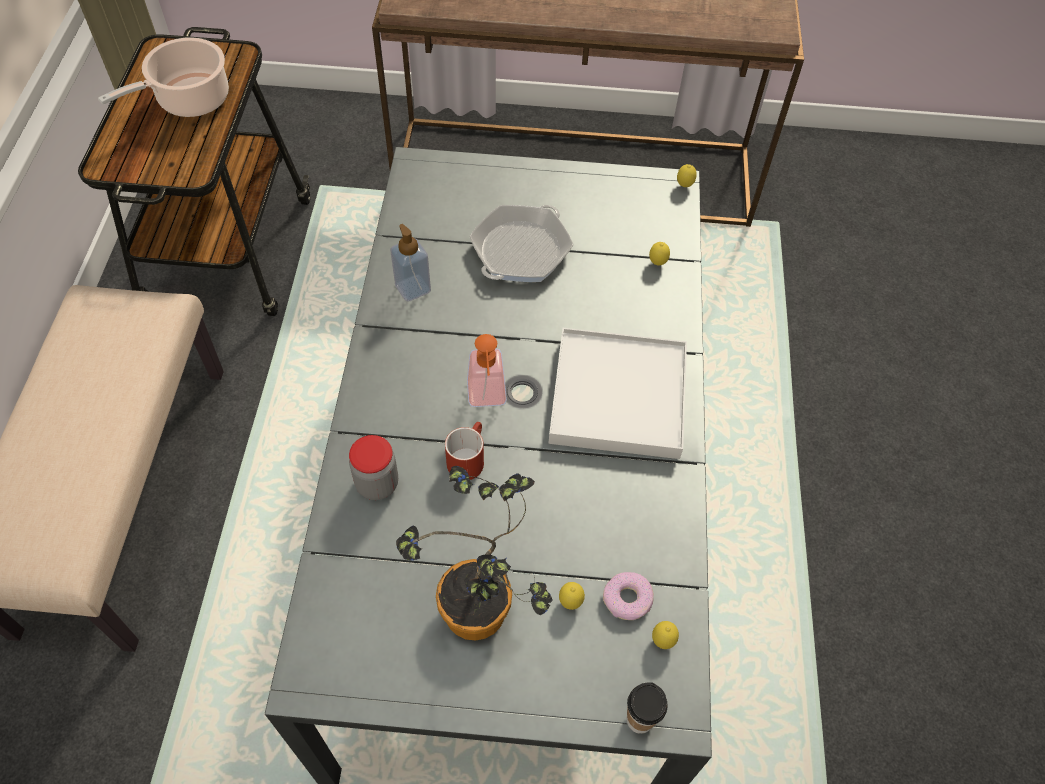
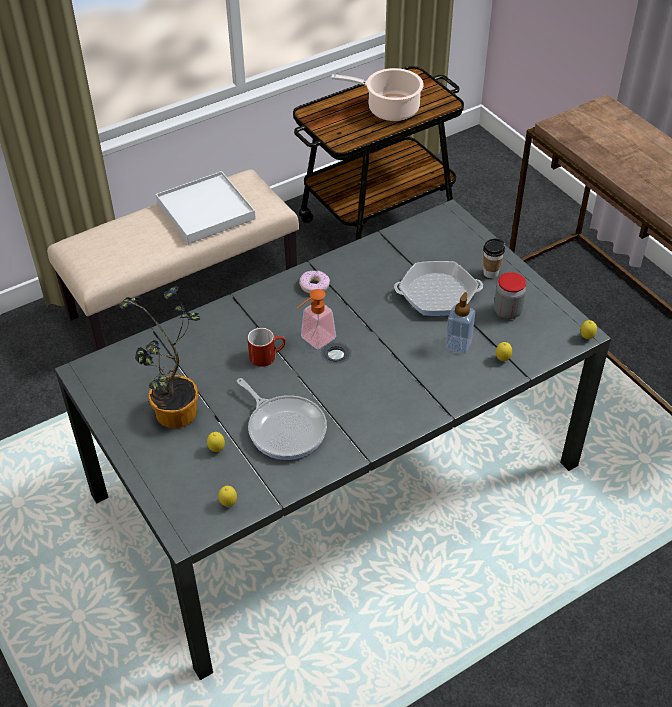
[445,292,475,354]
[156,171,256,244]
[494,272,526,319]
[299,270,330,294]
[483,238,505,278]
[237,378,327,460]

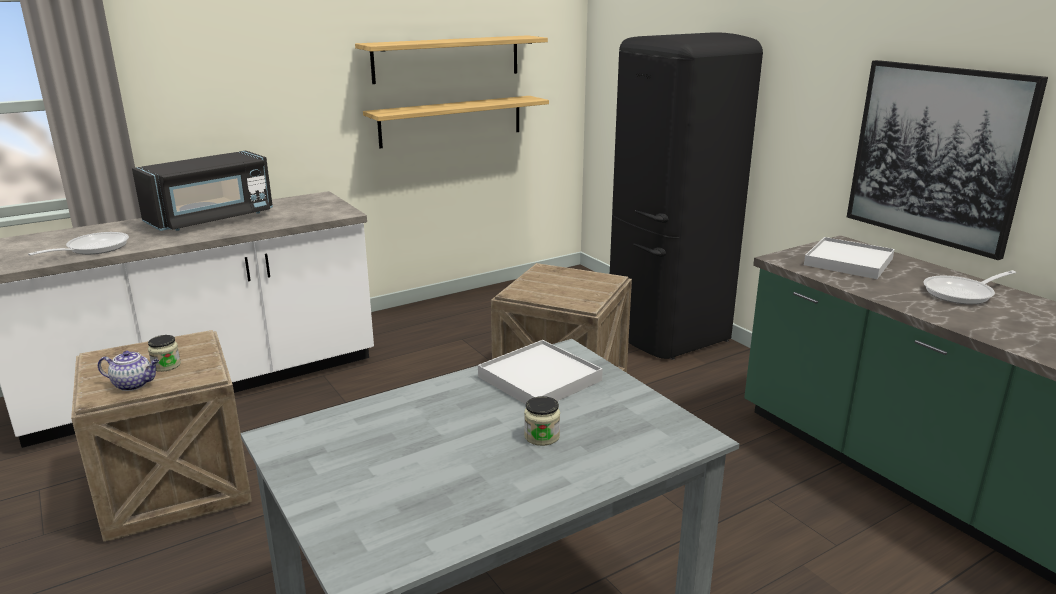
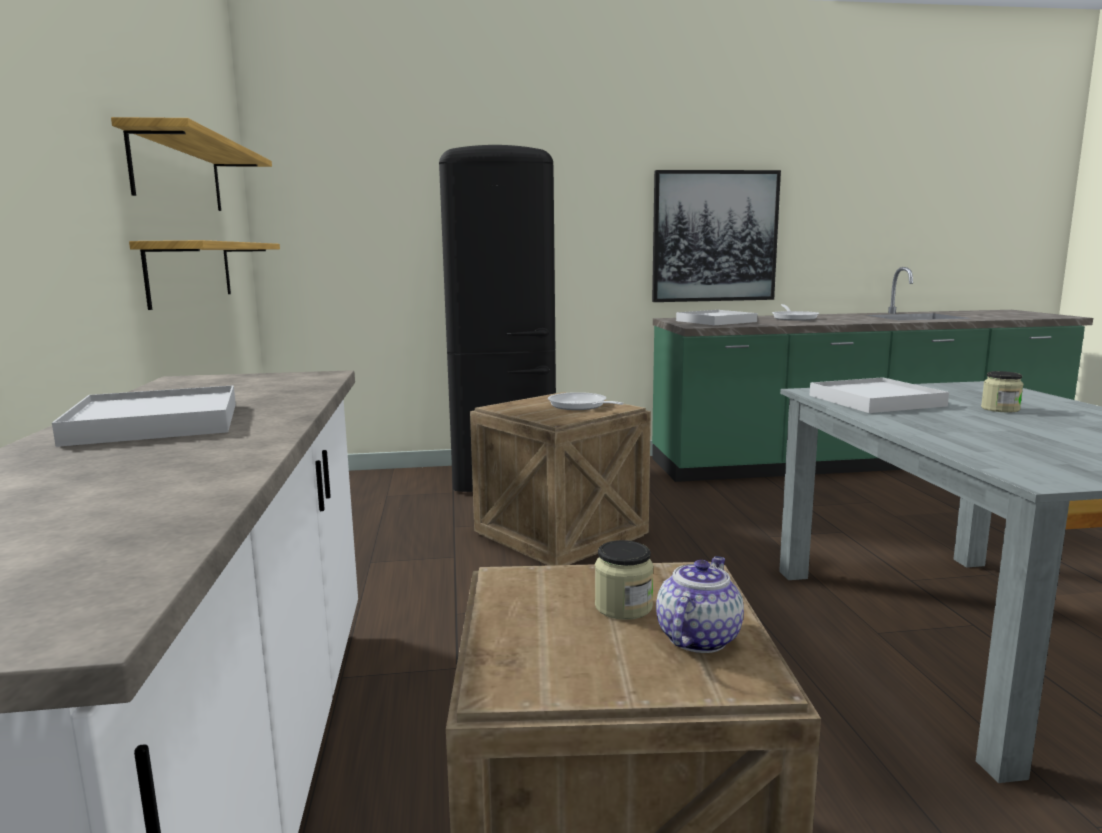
[52,385,236,447]
[548,392,624,410]

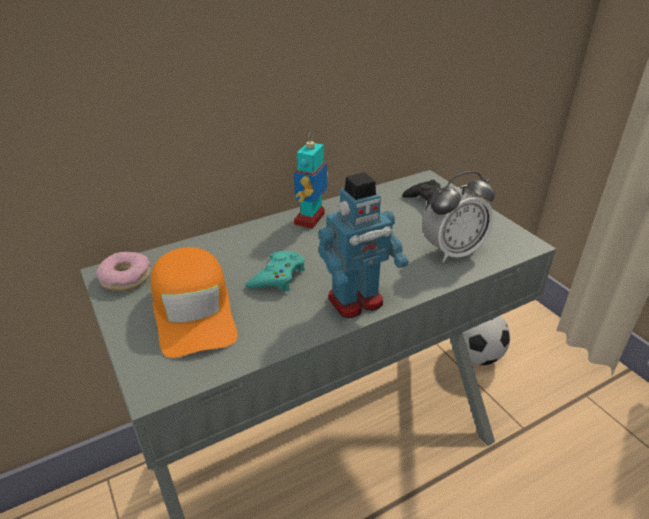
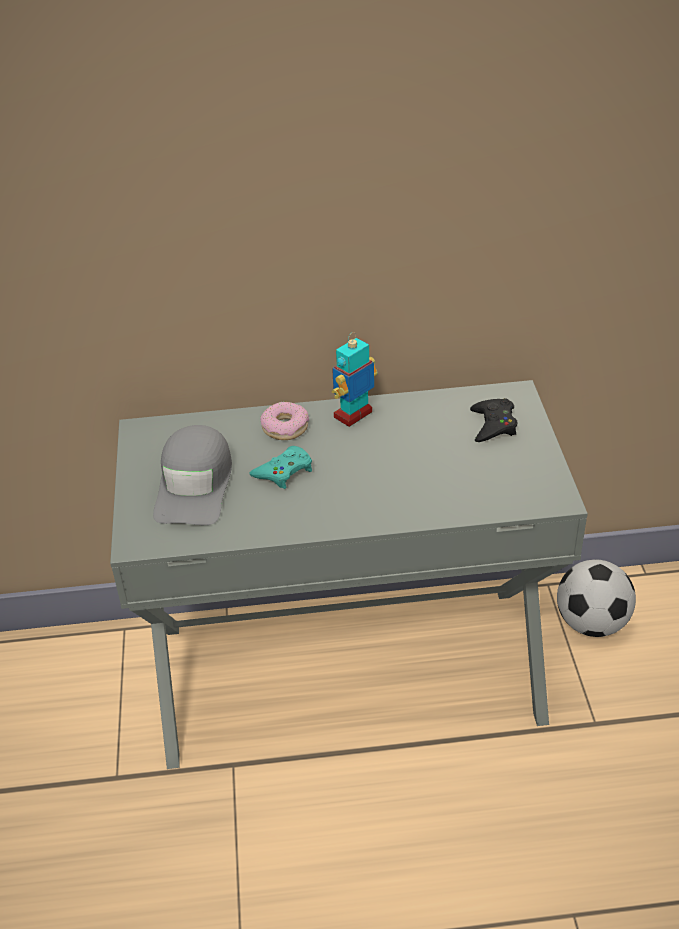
[422,171,495,262] (first image)
[318,172,409,318] (first image)
[153,425,232,525]
[261,402,309,440]

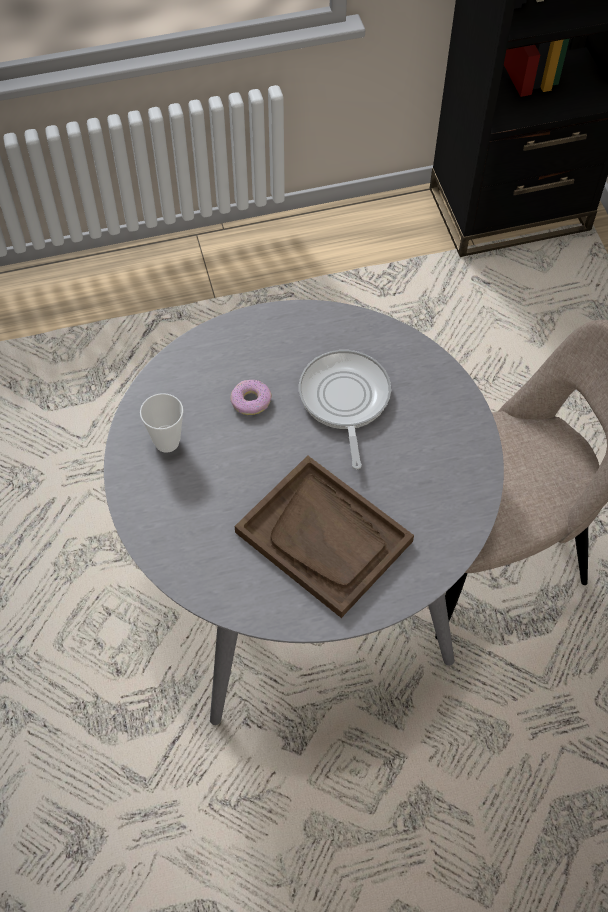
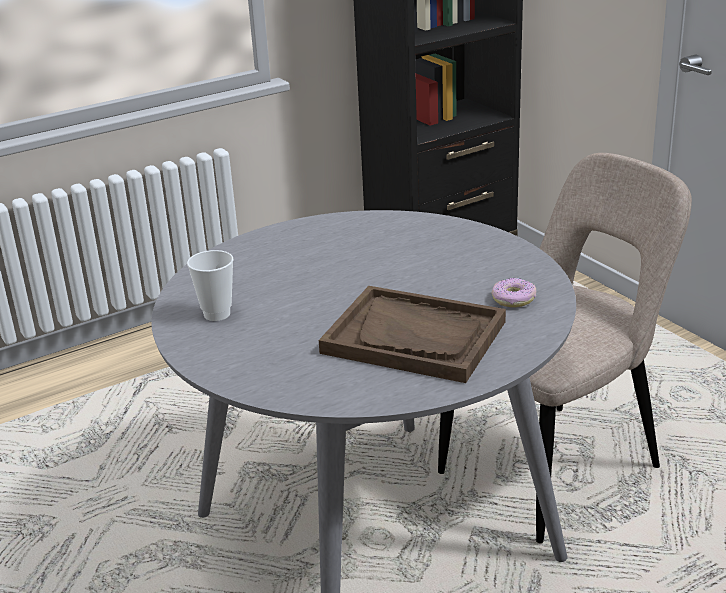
[299,350,391,469] (first image)
[491,278,536,308]

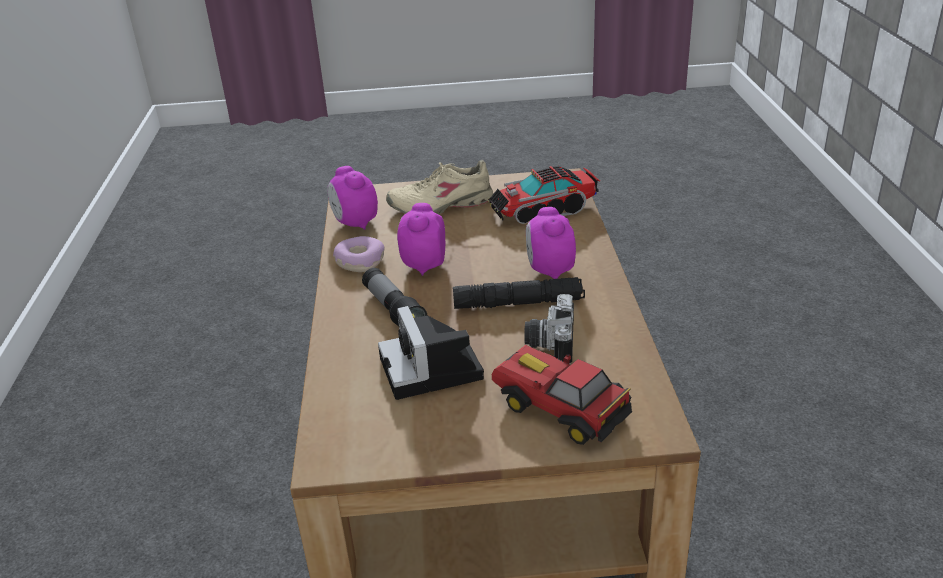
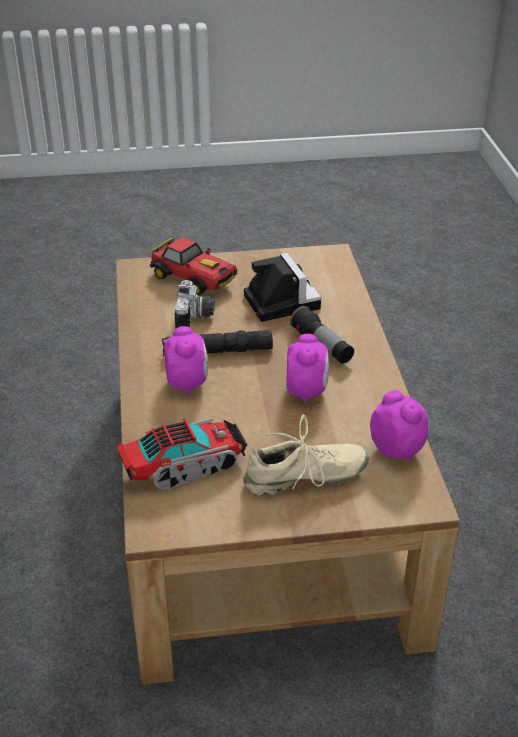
[333,236,384,272] (first image)

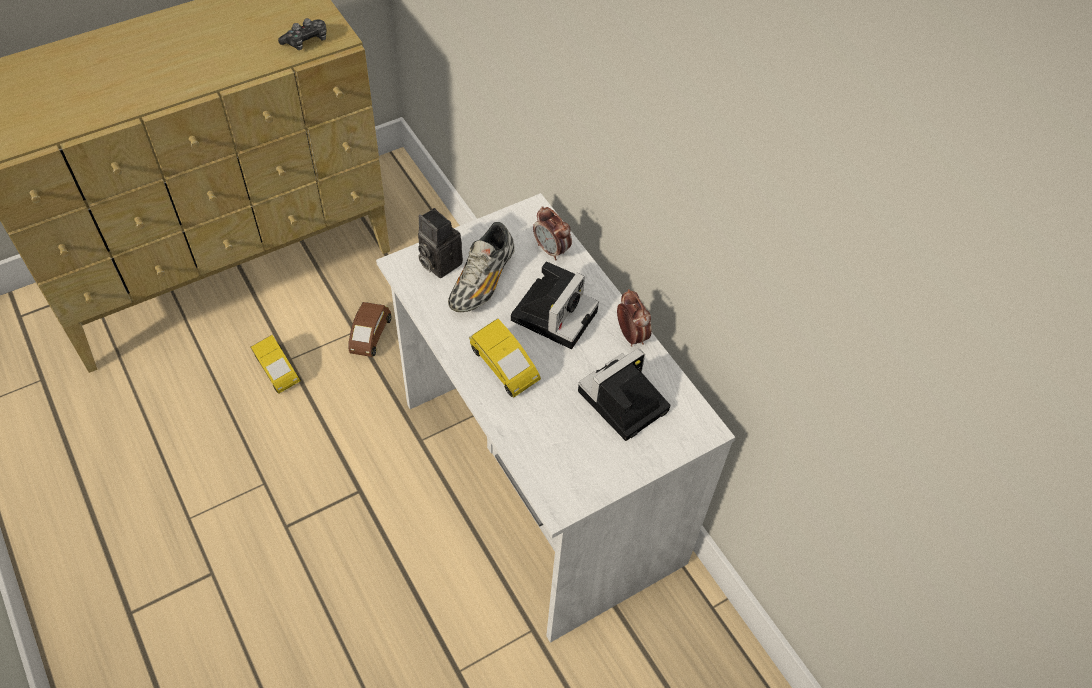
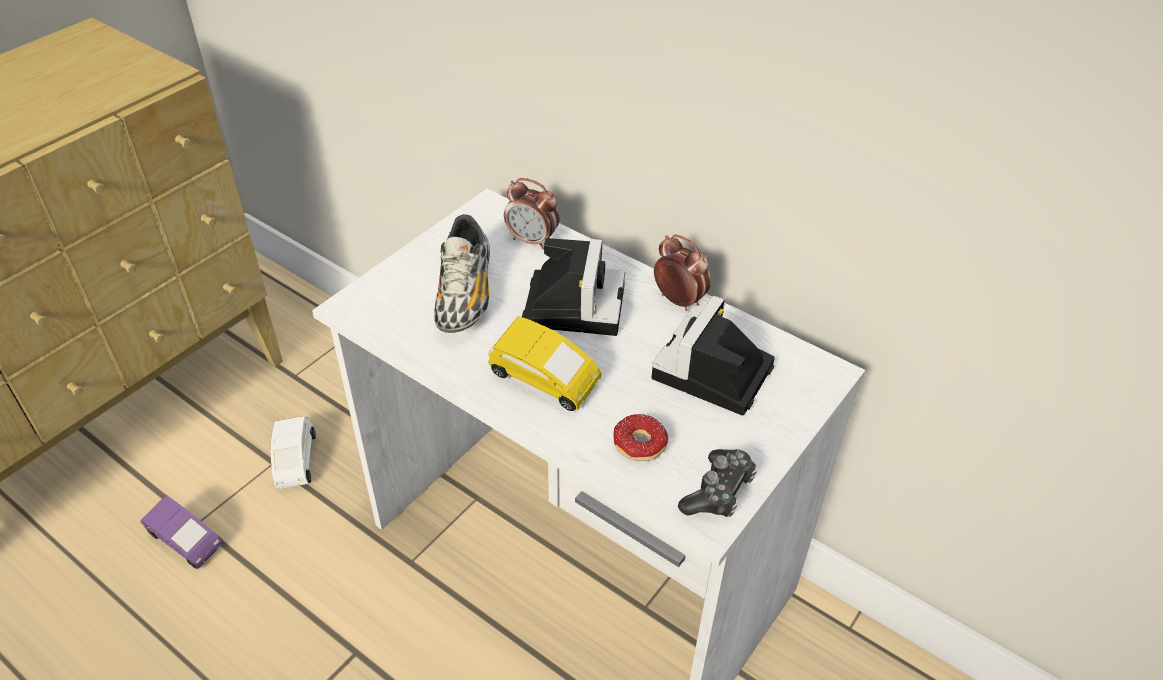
[678,449,757,517]
[418,208,463,278] (first image)
[270,416,316,489]
[140,495,224,569]
[613,414,668,461]

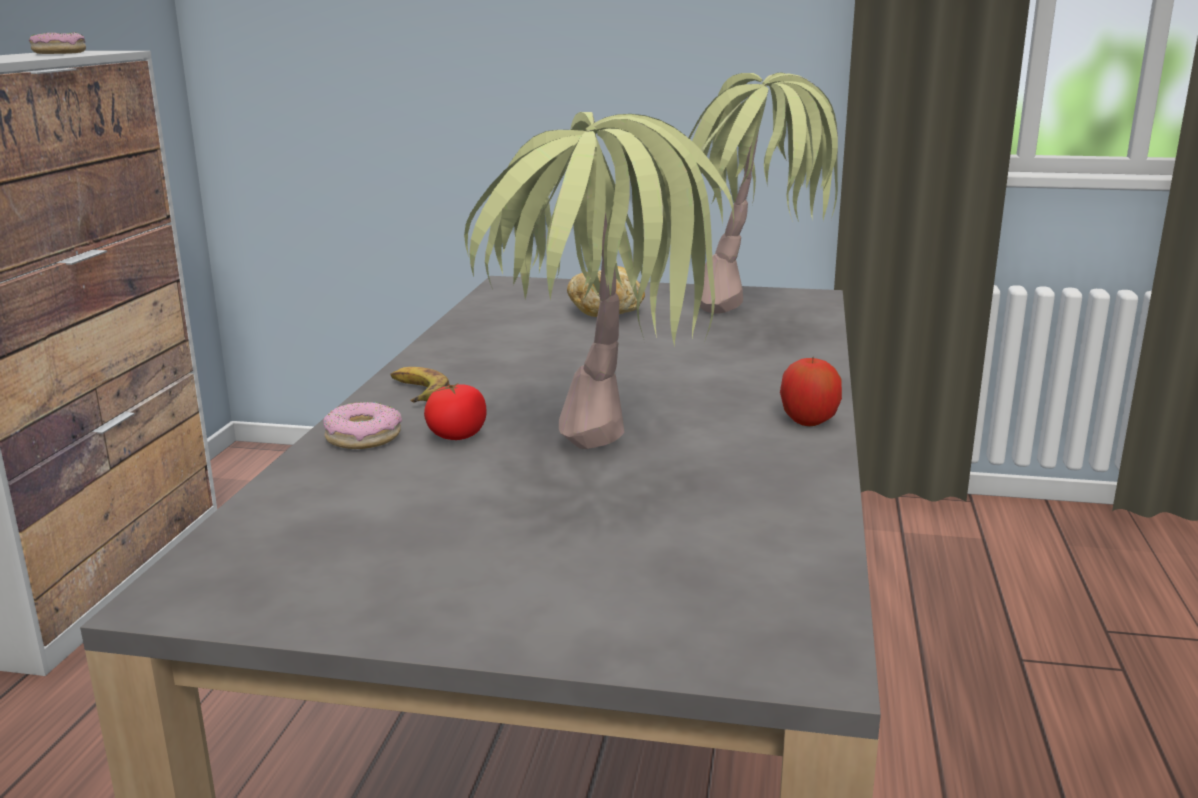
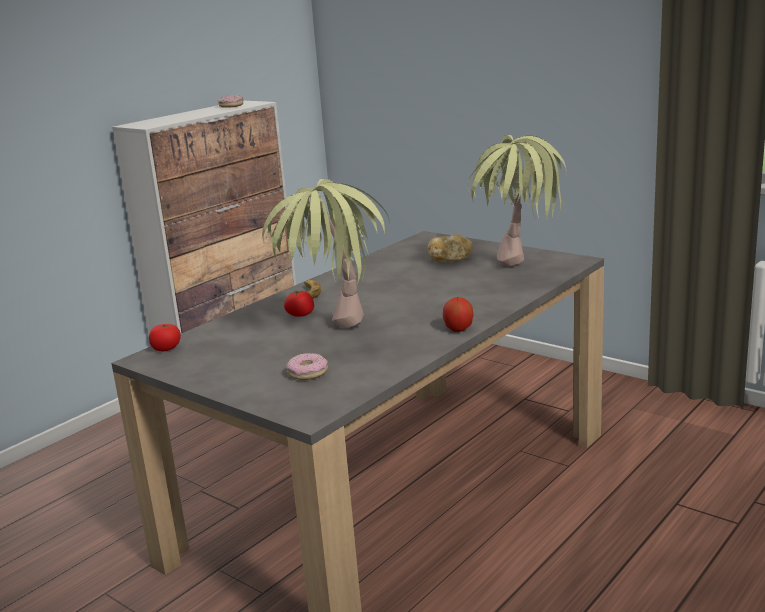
[286,353,328,380]
[149,324,181,351]

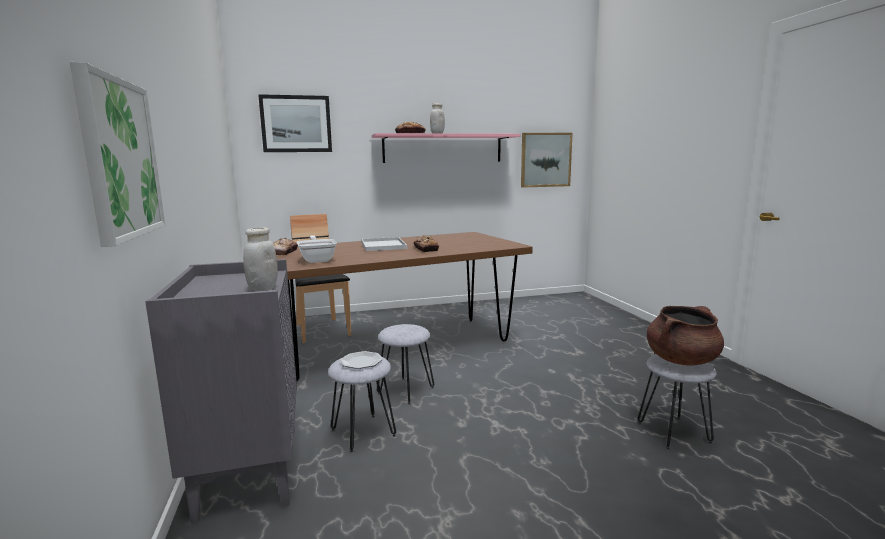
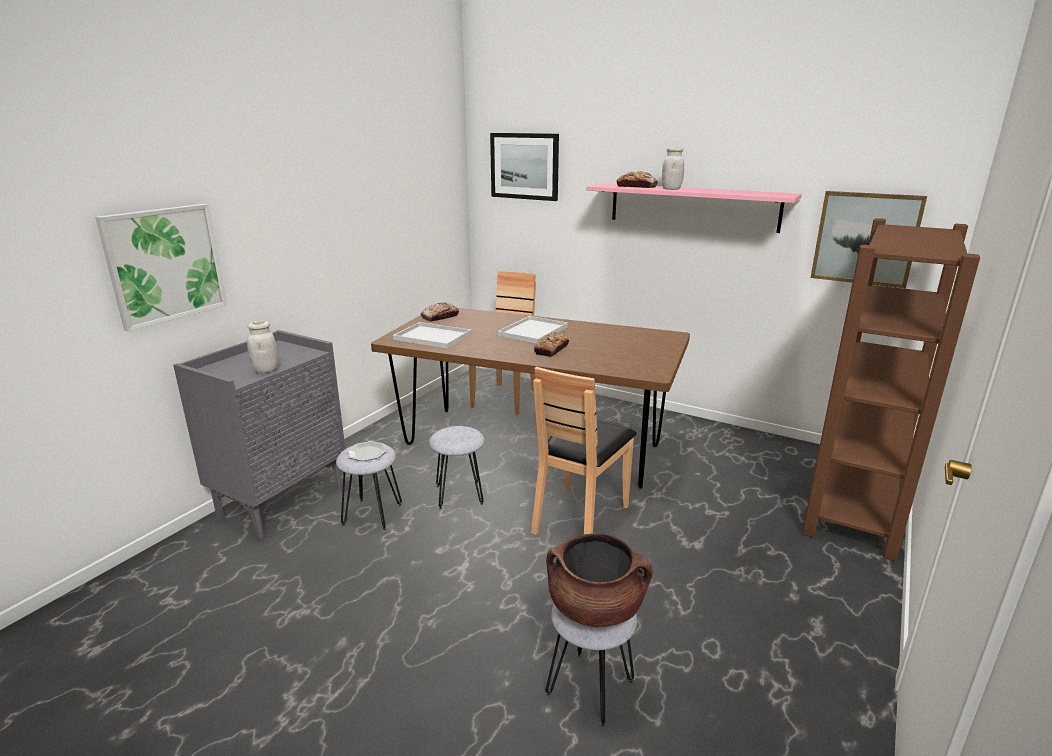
[393,322,471,349]
[802,218,980,561]
[531,367,637,535]

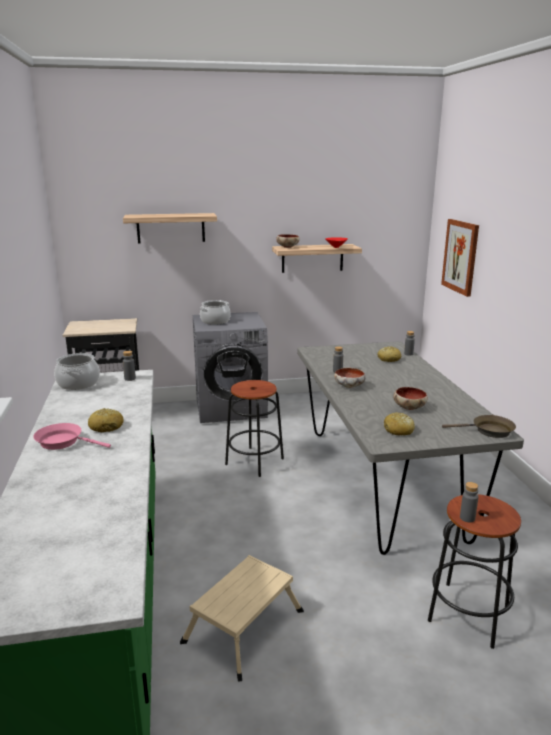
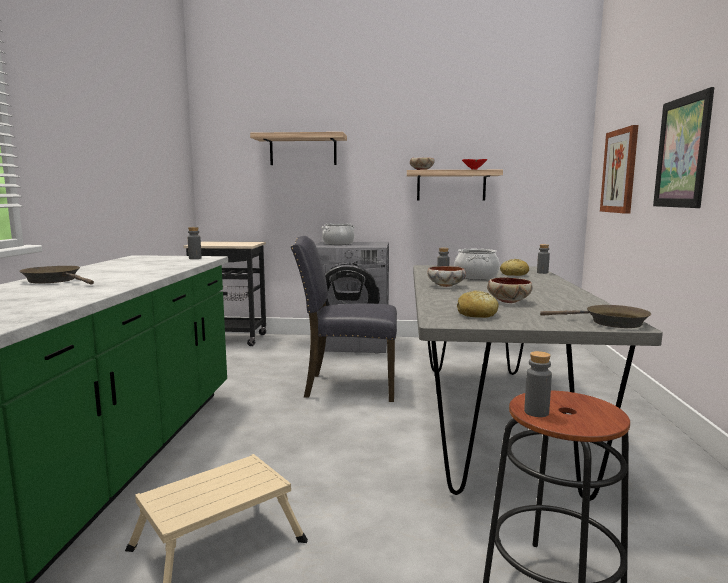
[454,249,499,280]
[291,236,397,402]
[88,408,123,432] (first image)
[19,266,94,285]
[653,87,714,208]

